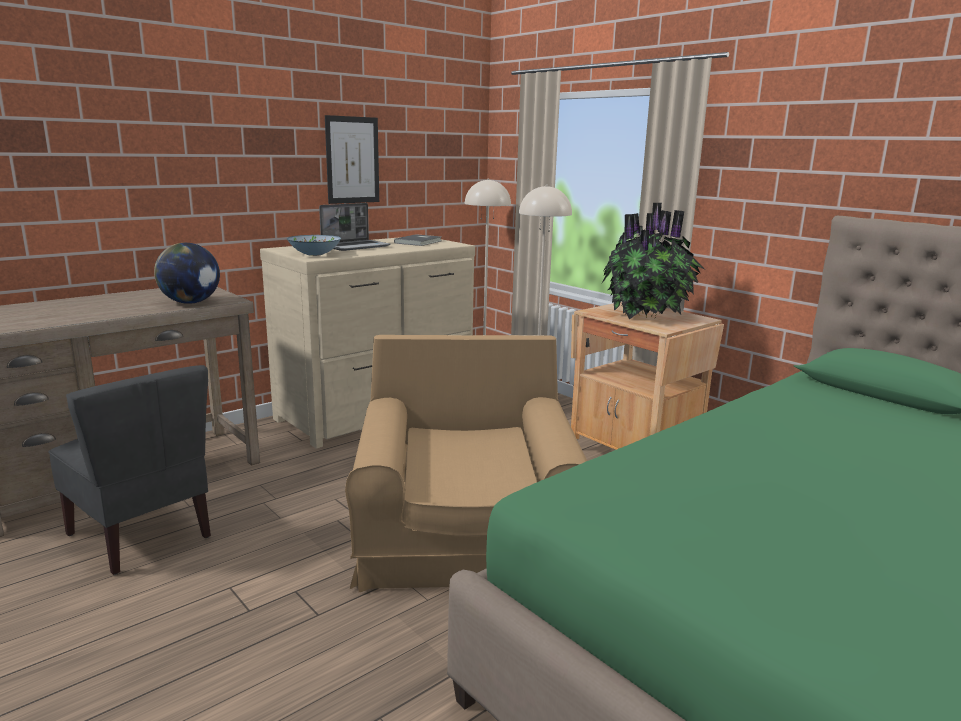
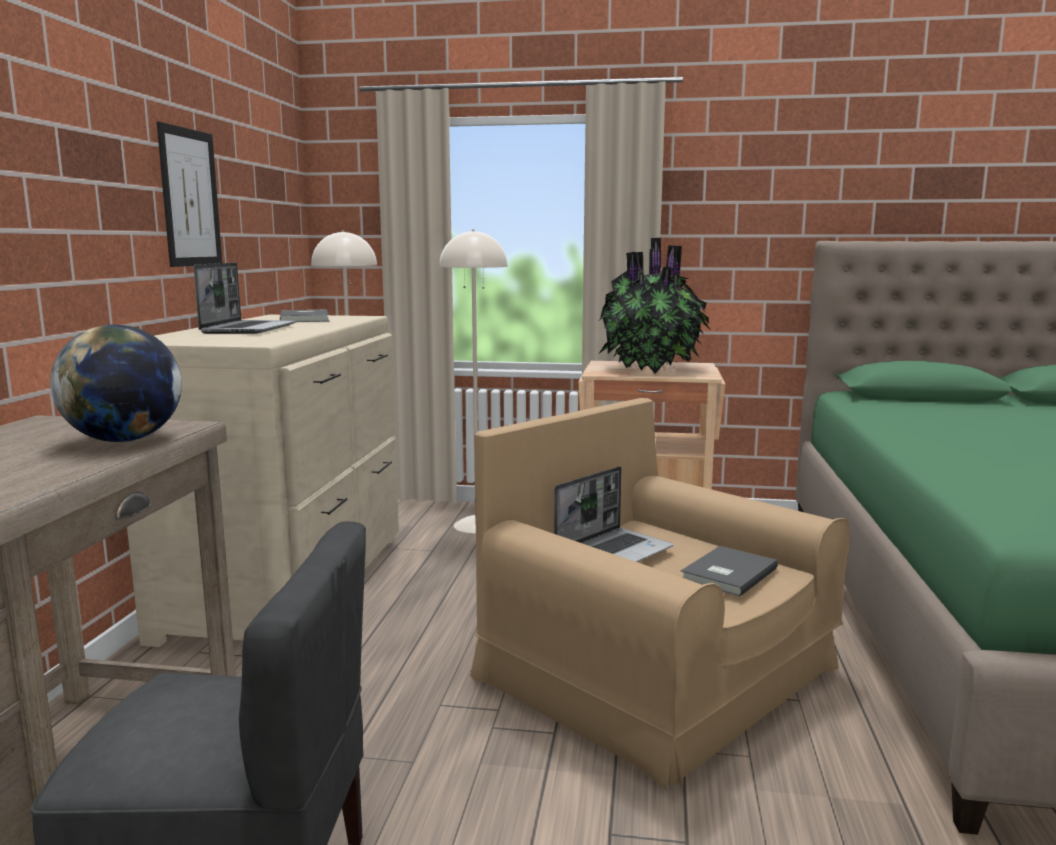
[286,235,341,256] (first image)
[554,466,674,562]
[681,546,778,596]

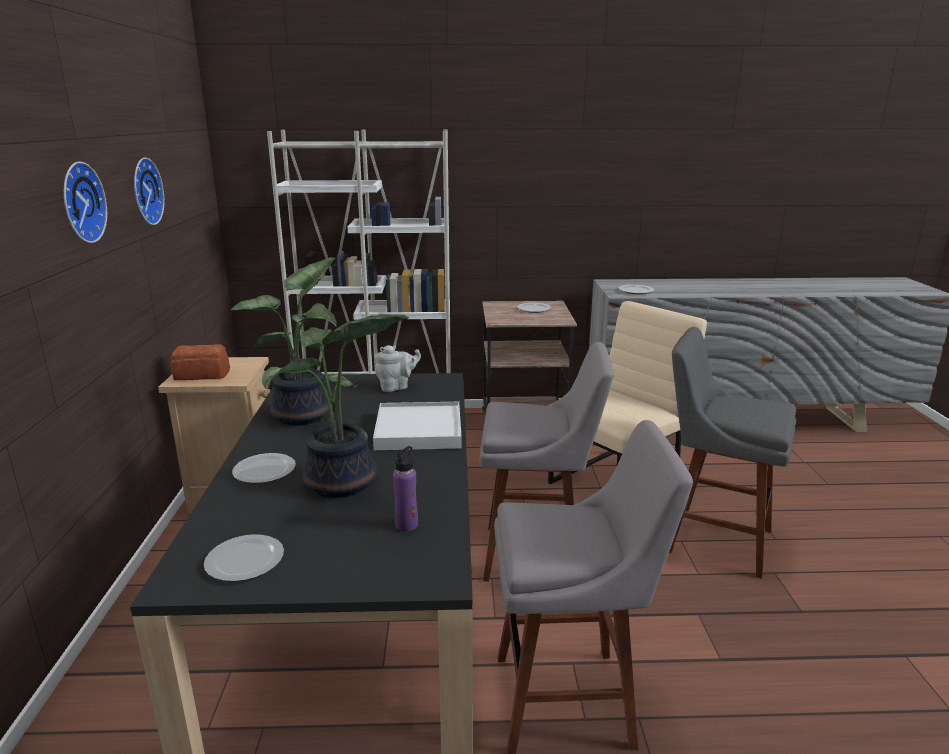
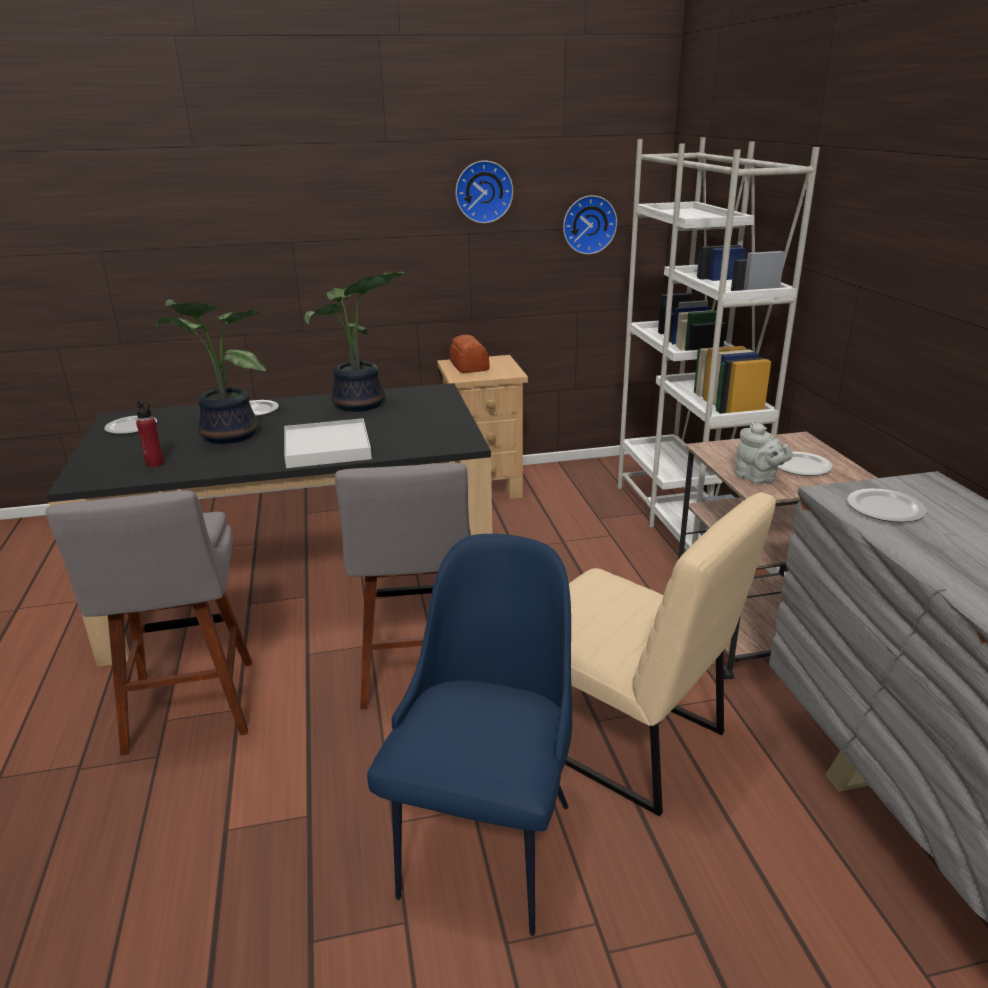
[563,195,617,254]
[367,534,572,936]
[735,421,793,484]
[136,401,165,467]

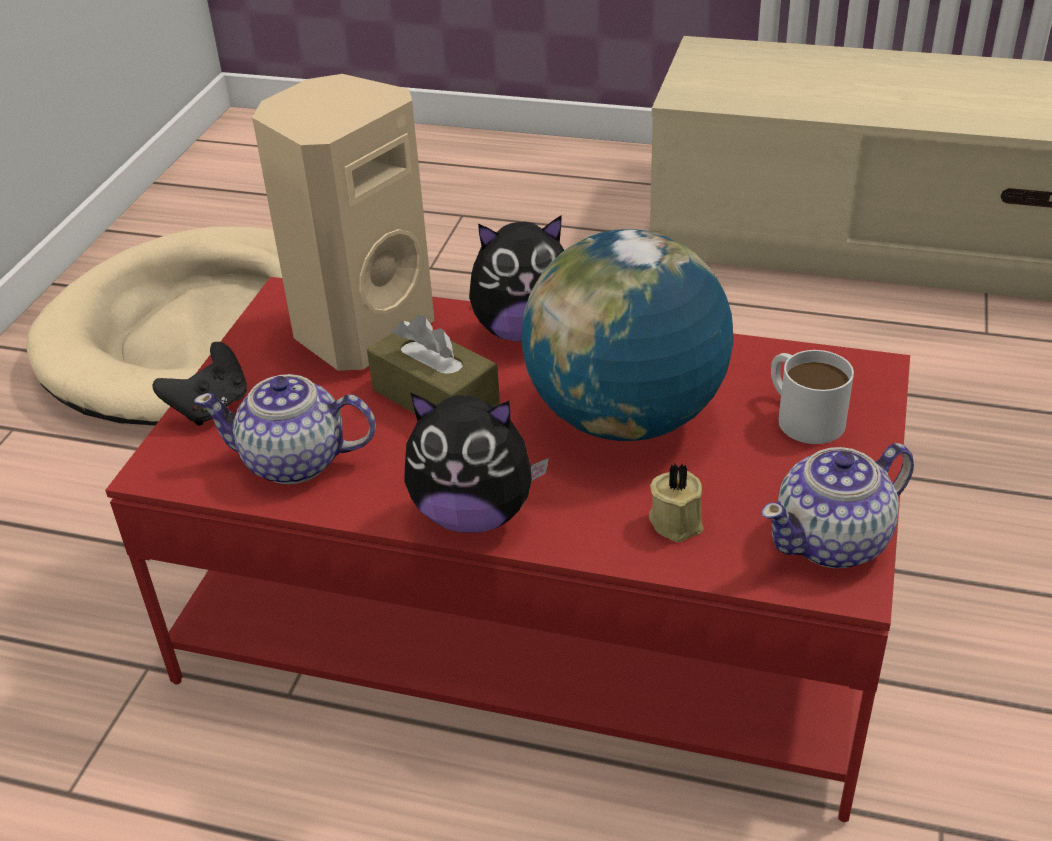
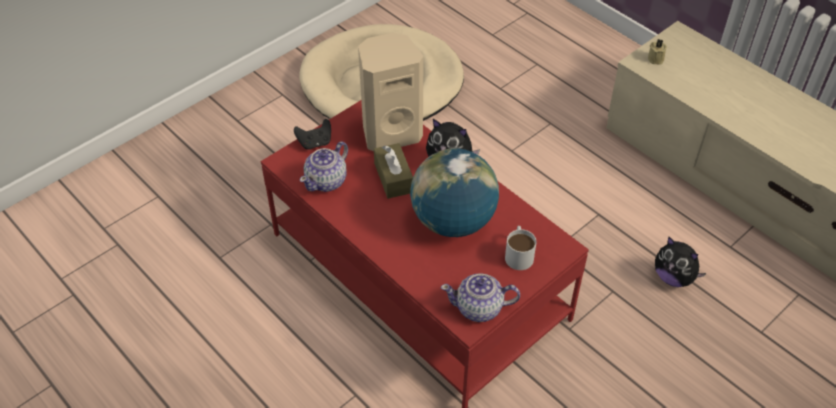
[300,142,348,192]
[655,236,706,287]
[648,40,667,65]

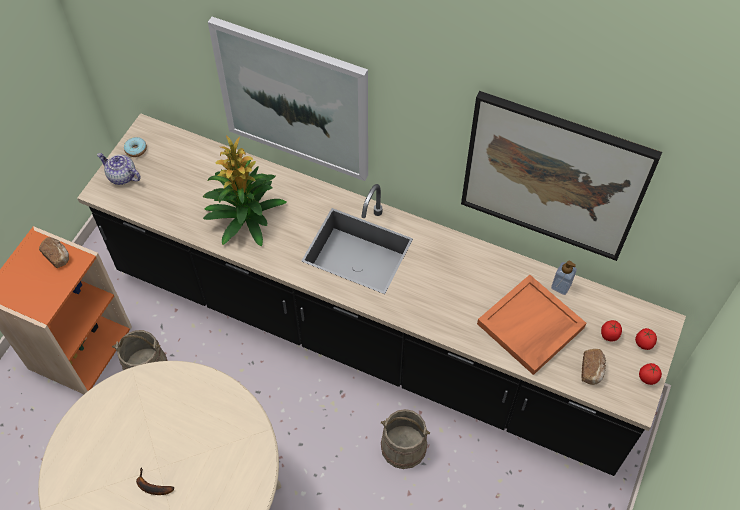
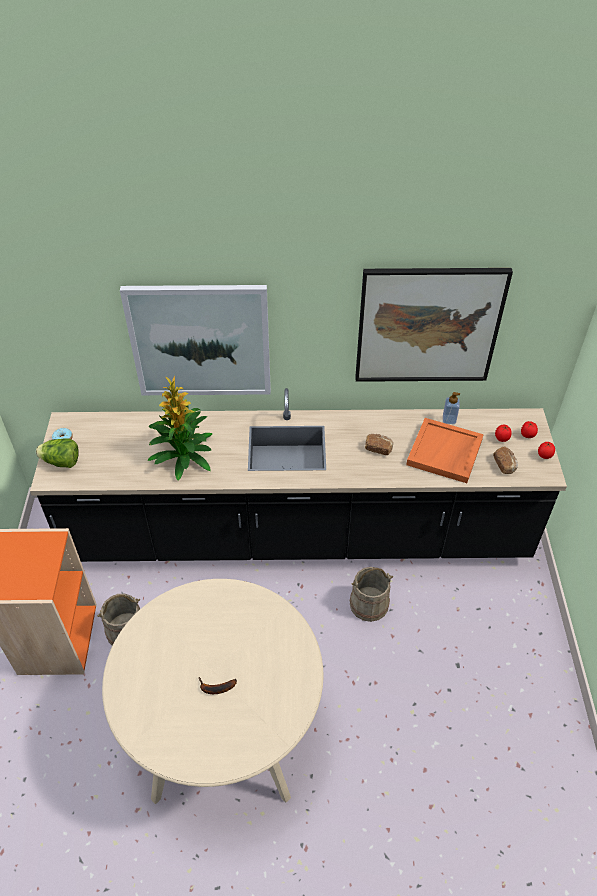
[36,438,79,468]
[365,434,393,455]

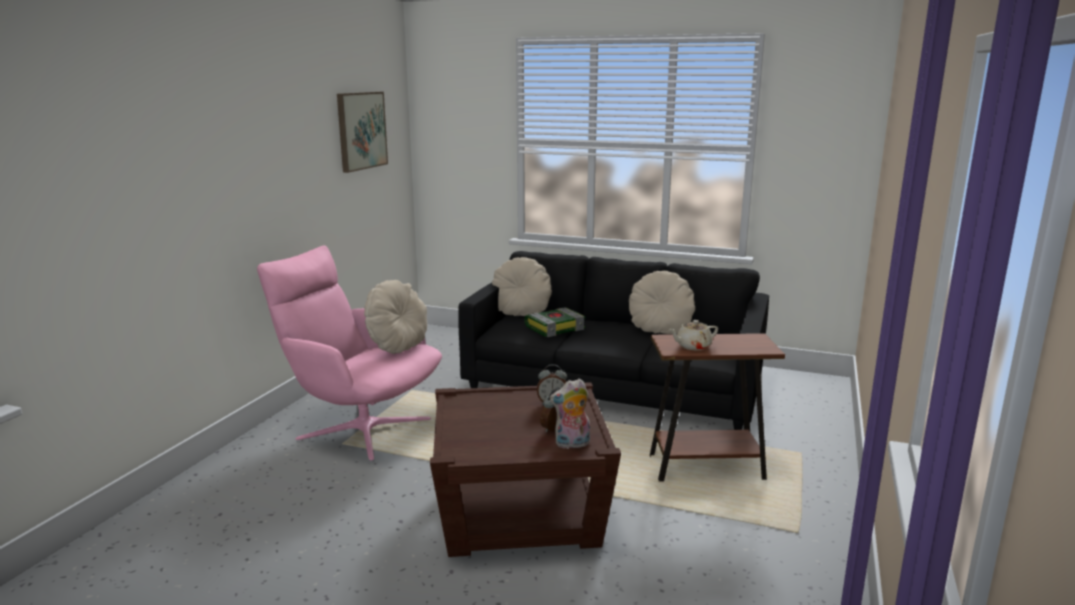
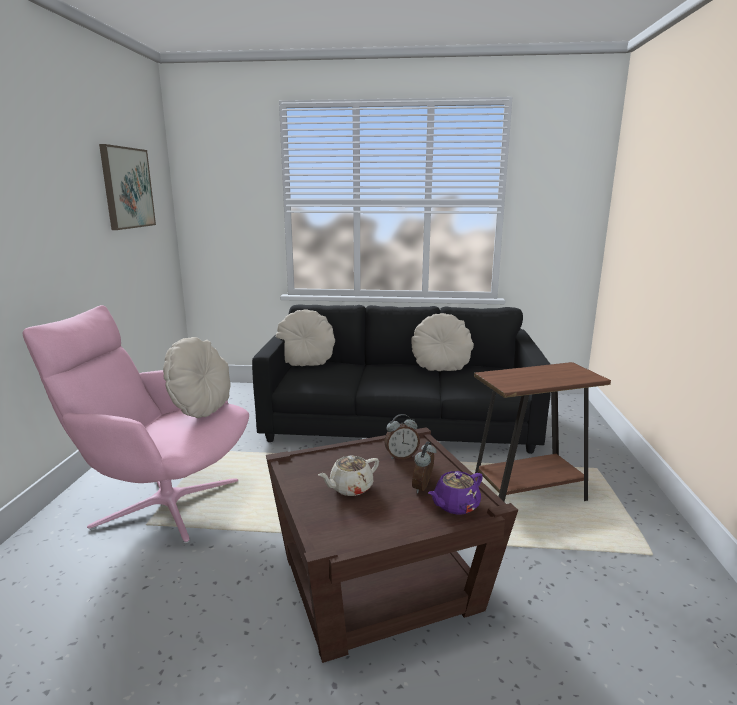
[524,307,586,337] (first image)
[318,455,379,496]
[428,471,483,515]

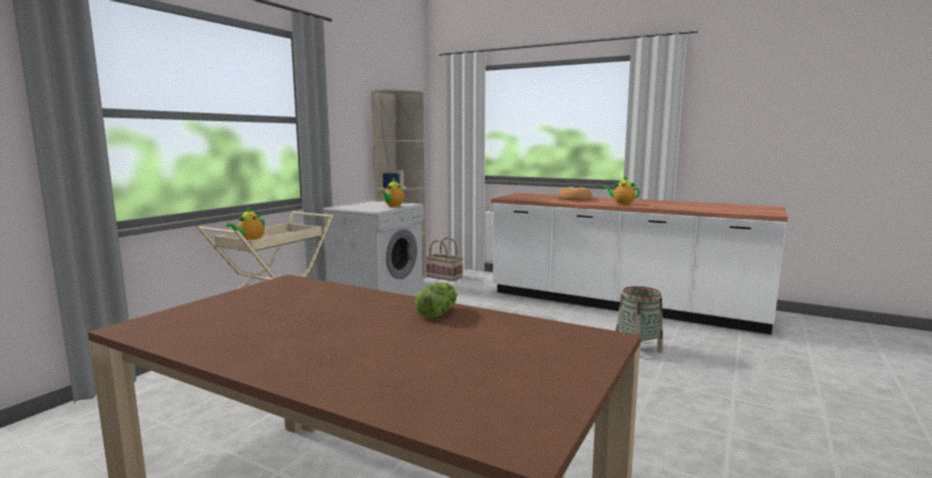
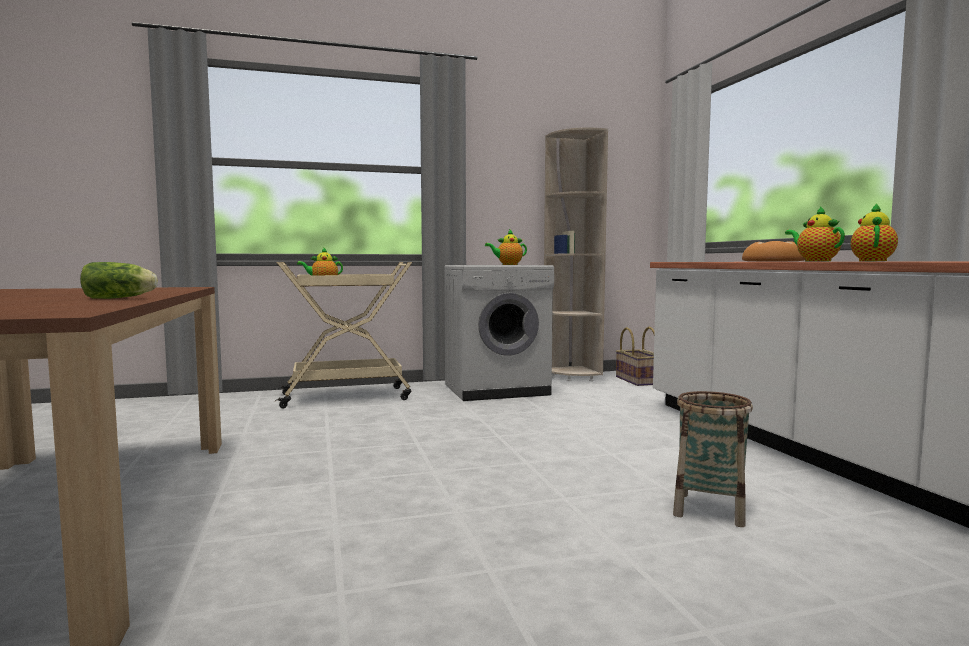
[850,203,898,261]

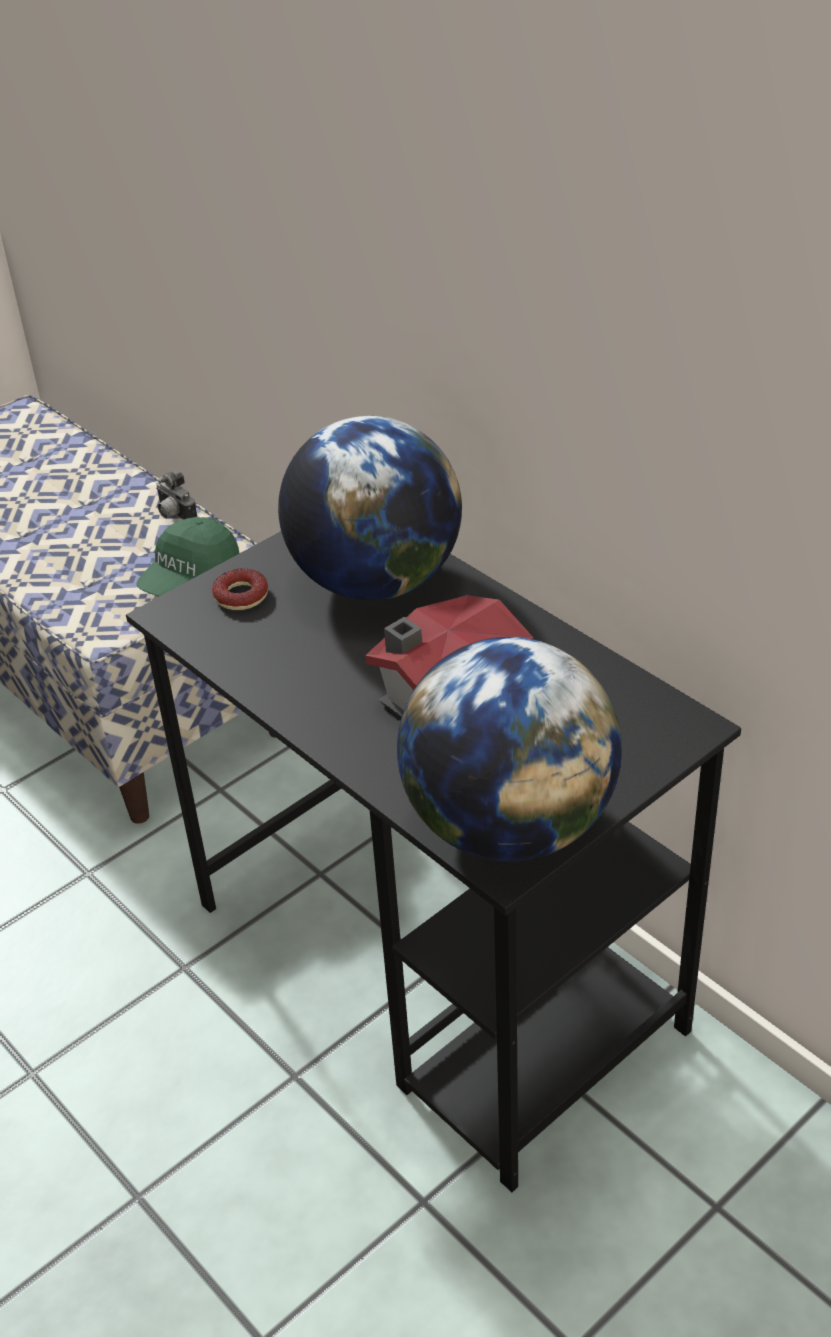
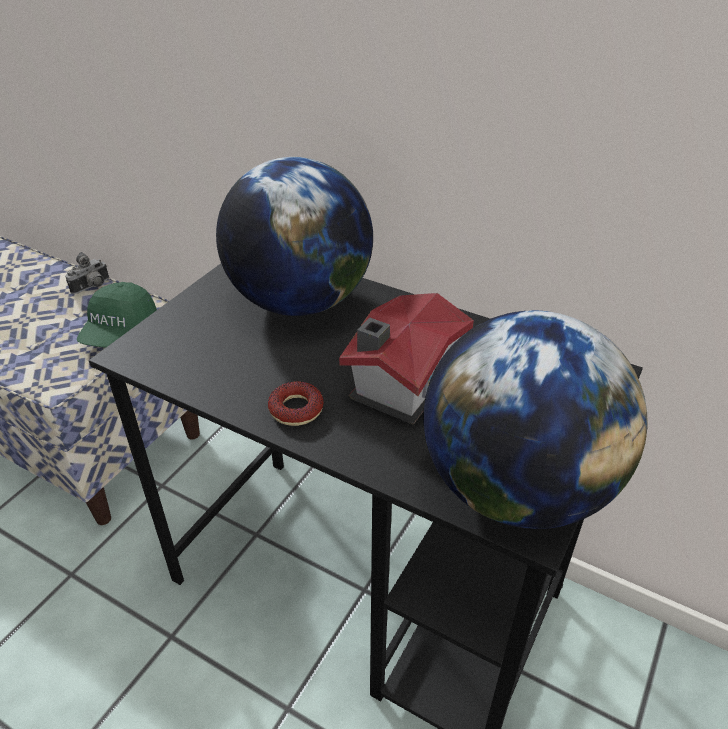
[65,252,109,294]
[268,381,323,426]

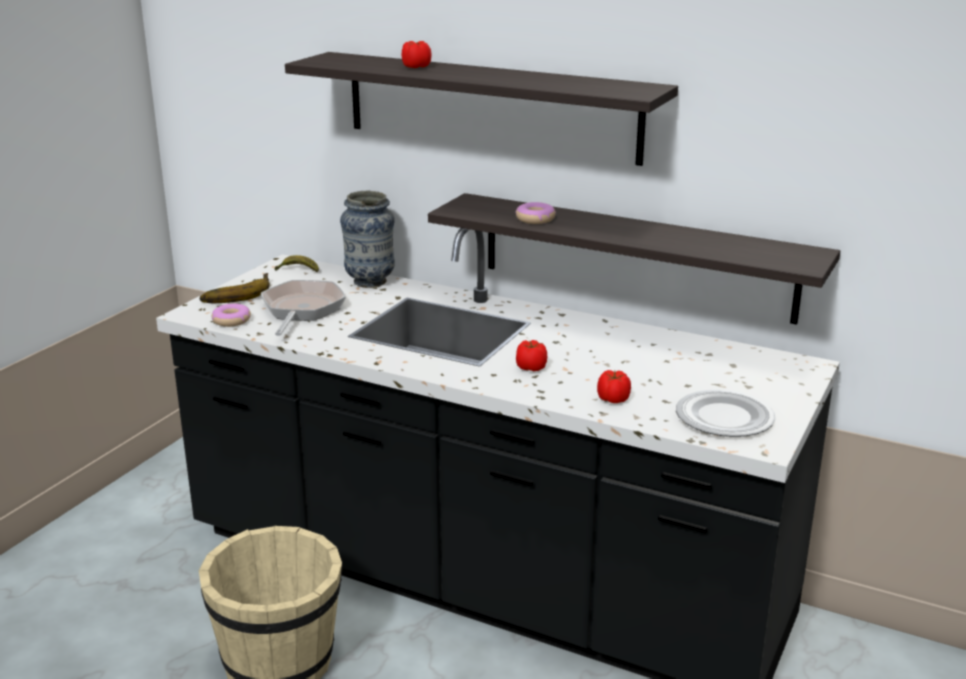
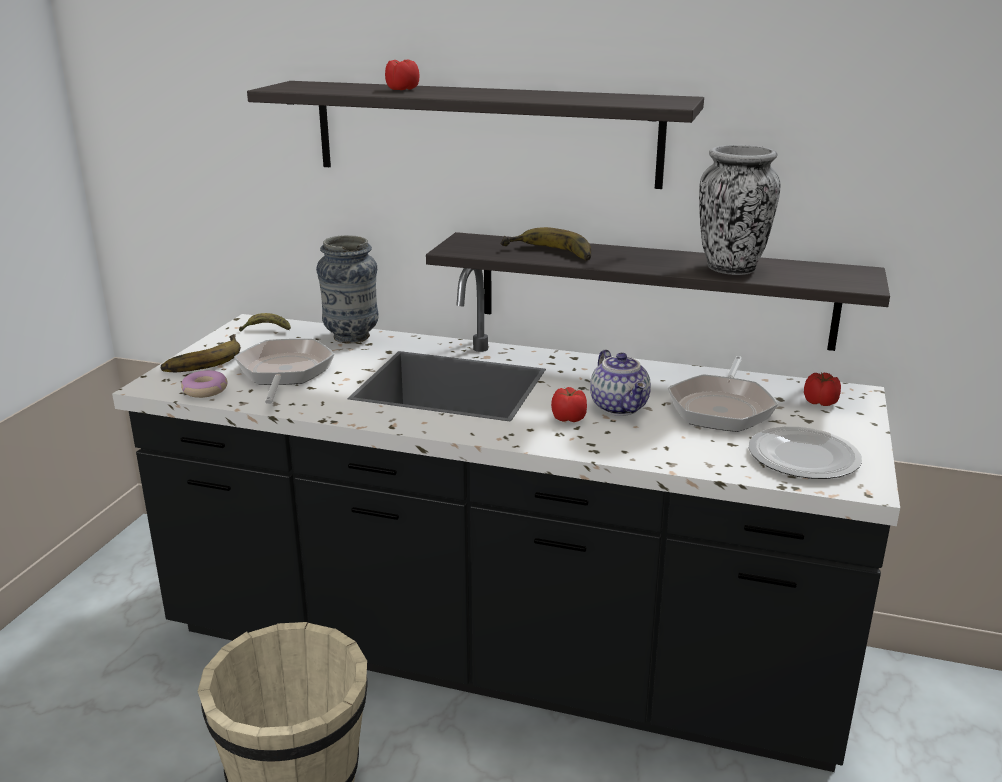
[500,227,591,260]
[804,373,841,406]
[699,145,781,275]
[590,350,651,416]
[668,356,778,432]

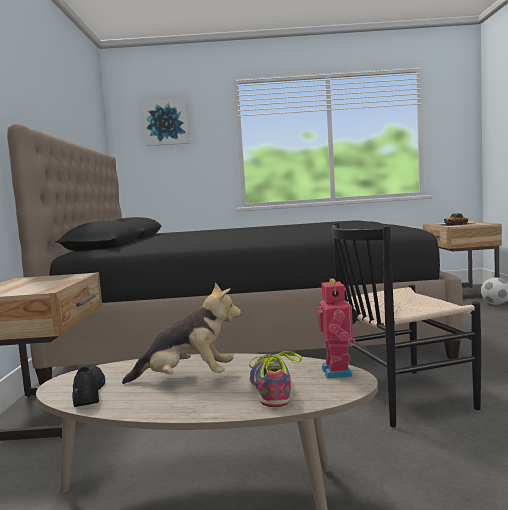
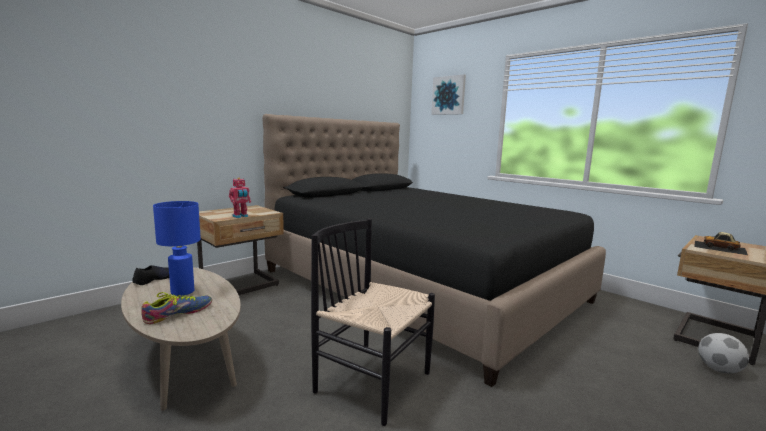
[229,178,251,218]
[153,201,201,296]

